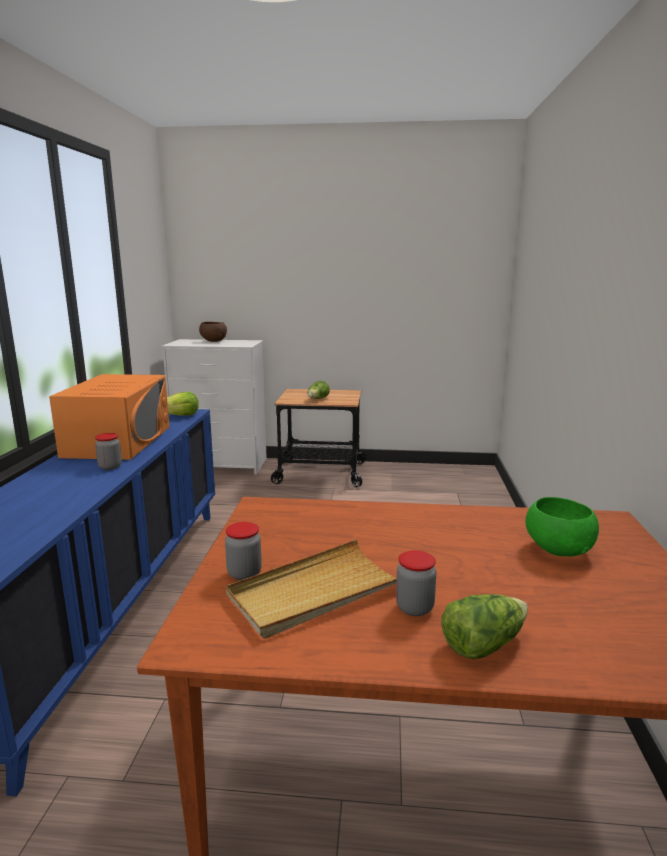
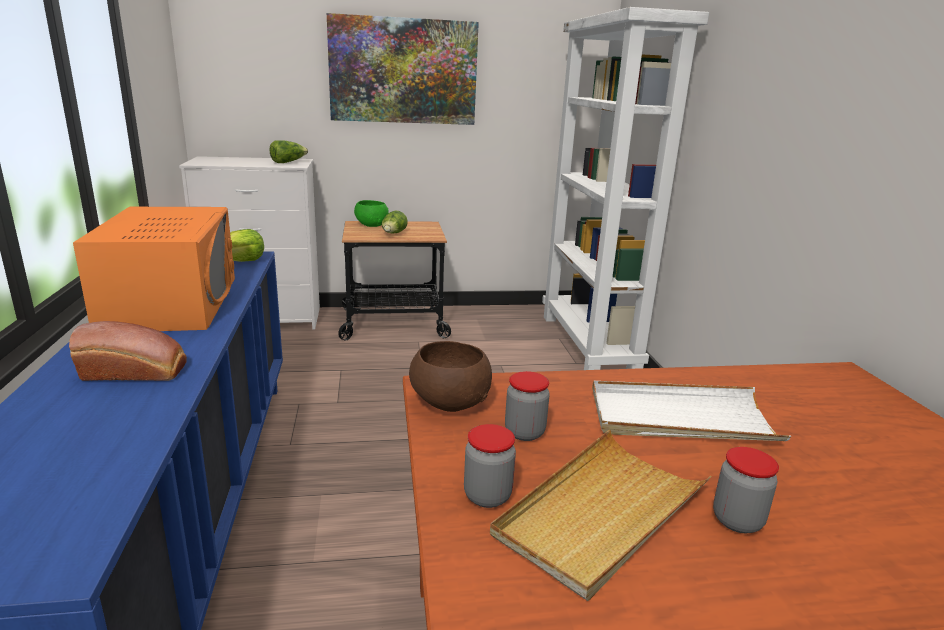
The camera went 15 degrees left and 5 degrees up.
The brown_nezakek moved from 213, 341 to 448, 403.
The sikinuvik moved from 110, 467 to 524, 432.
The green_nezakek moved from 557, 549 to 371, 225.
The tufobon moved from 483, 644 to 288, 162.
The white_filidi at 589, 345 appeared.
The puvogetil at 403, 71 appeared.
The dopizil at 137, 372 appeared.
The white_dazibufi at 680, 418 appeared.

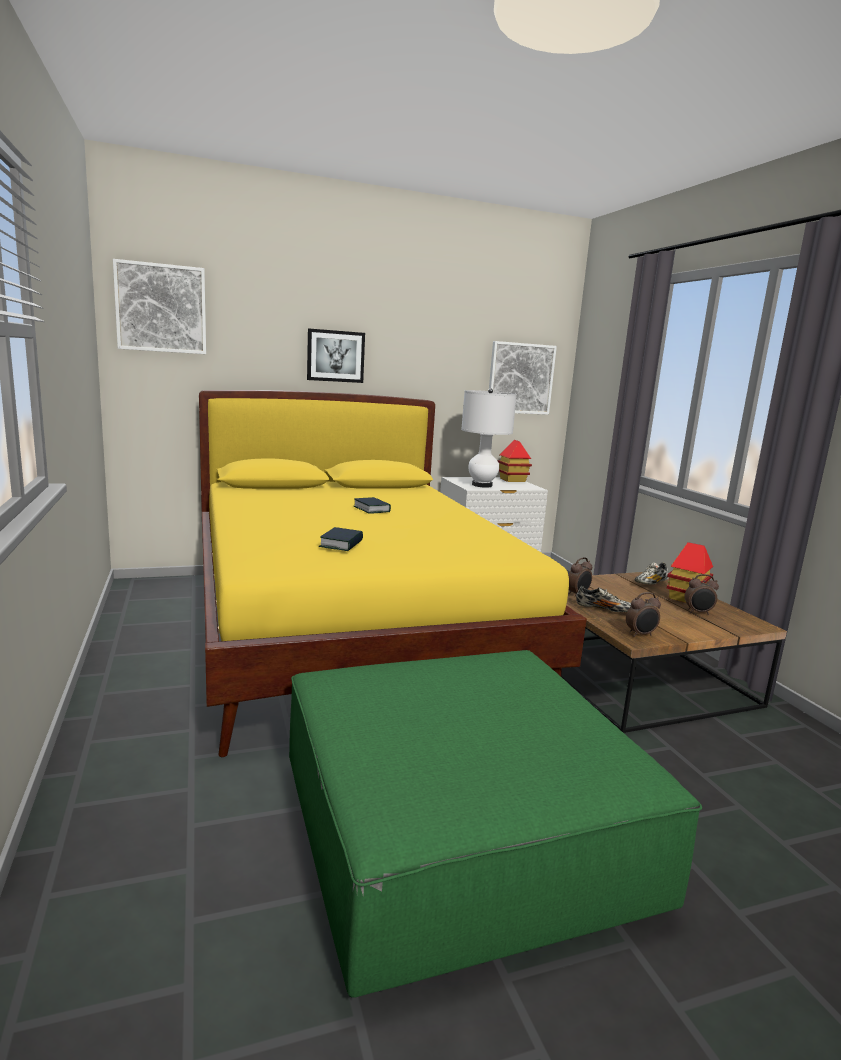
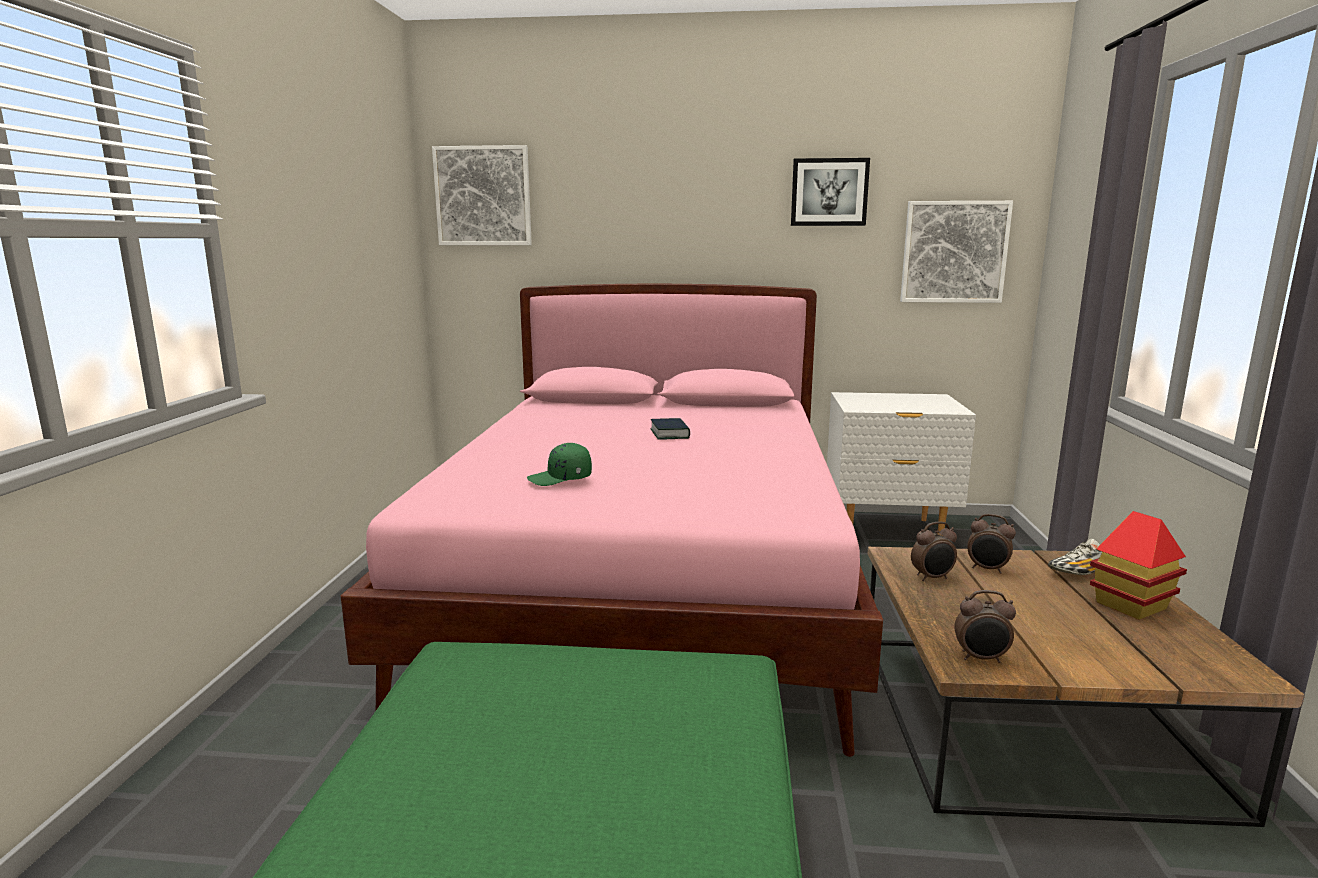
The camera went 25 degrees right and 0 degrees up.
The puvogetil moved from 335, 356 to 829, 192.
The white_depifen at 482, 485 disappeared.
The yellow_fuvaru at 351, 631 became the pink_fuvaru at 646, 590.
The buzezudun at 512, 480 disappeared.
The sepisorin at 341, 544 was replaced by the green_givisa at 560, 479.
The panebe moved from 698, 612 to 987, 569.
The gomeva at 603, 609 disappeared.

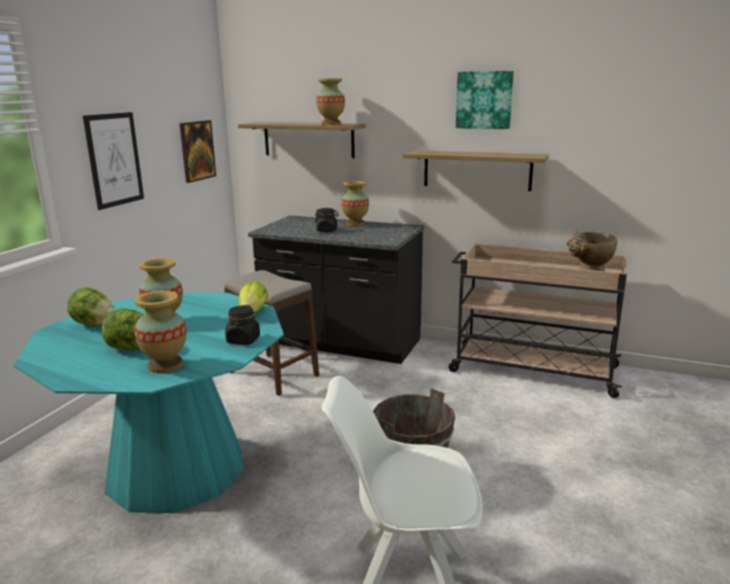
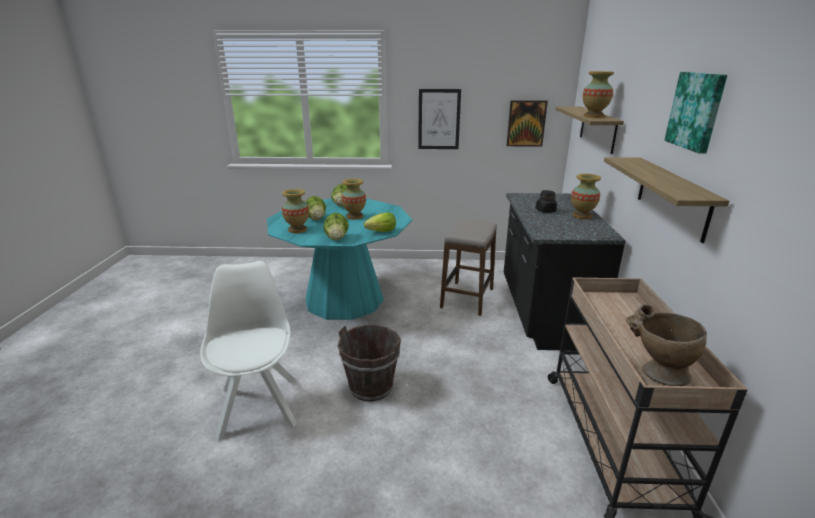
The camera went 70 degrees right and 5 degrees up.
The black_sikinuvik at 243, 340 was replaced by the tufobon at 337, 238.

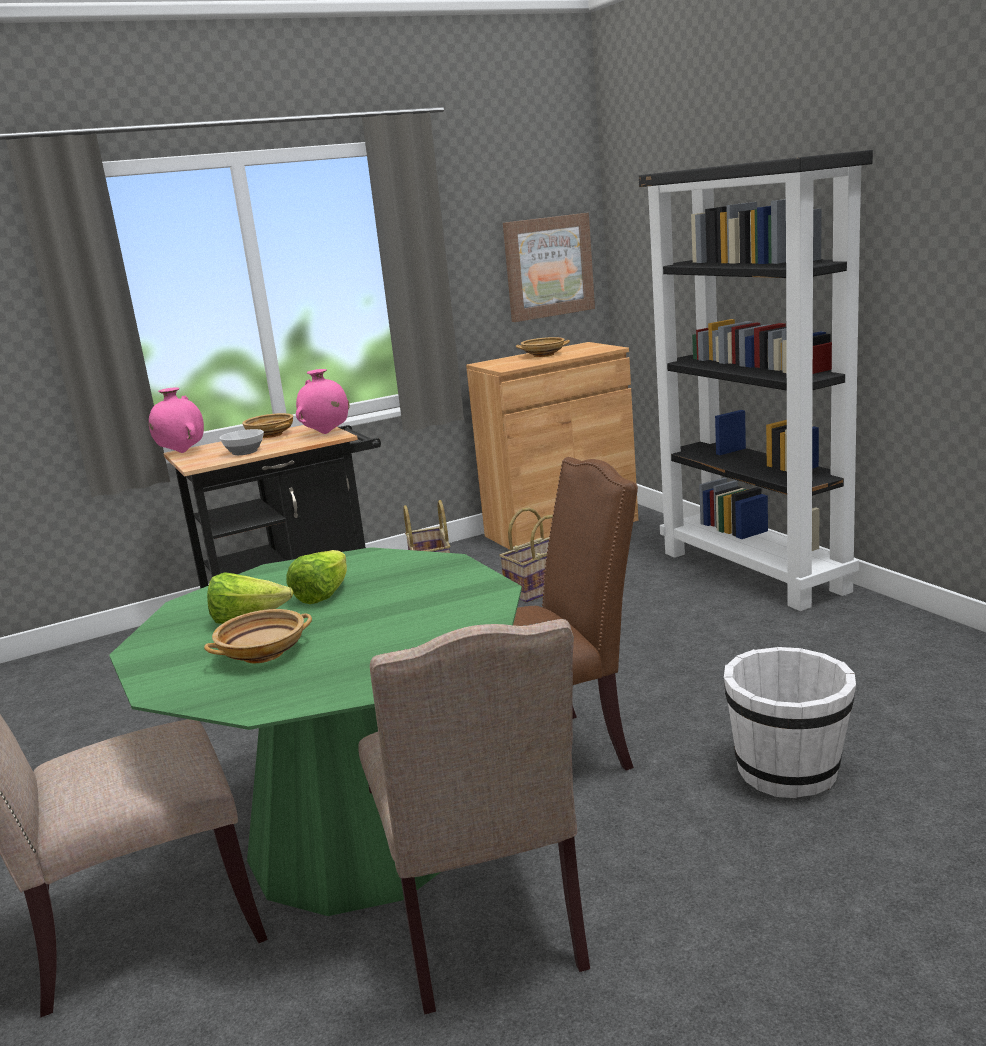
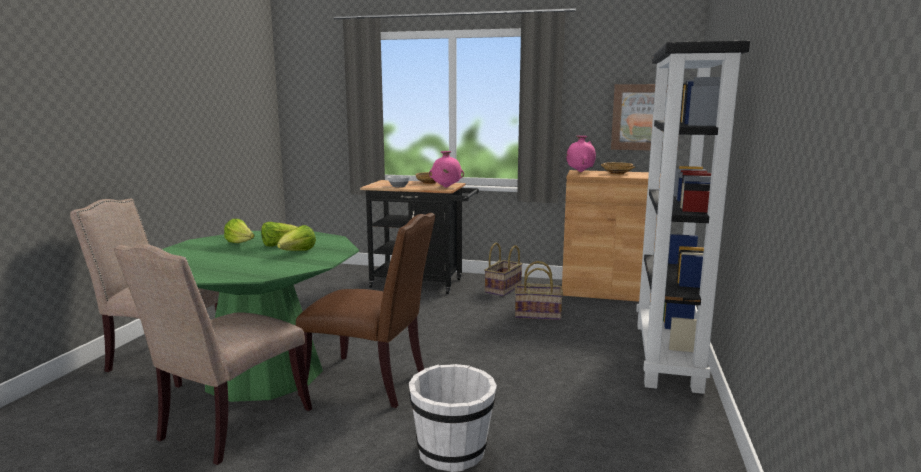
The camera went 40 degrees right and 5 degrees down.
The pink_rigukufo moved from 182, 452 to 580, 172.
The beige_nezakek at 263, 653 disappeared.
The tufobon at 297, 252 appeared.

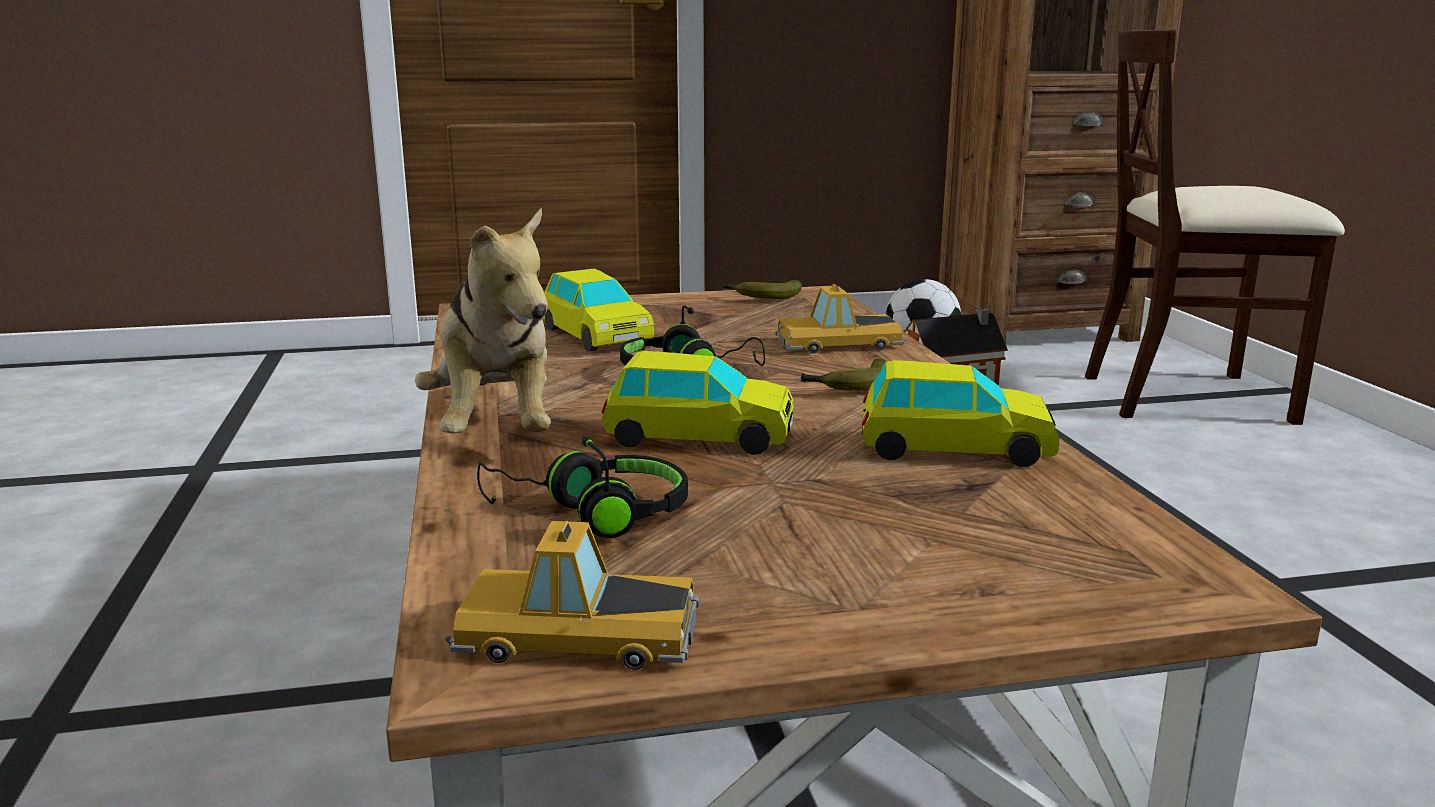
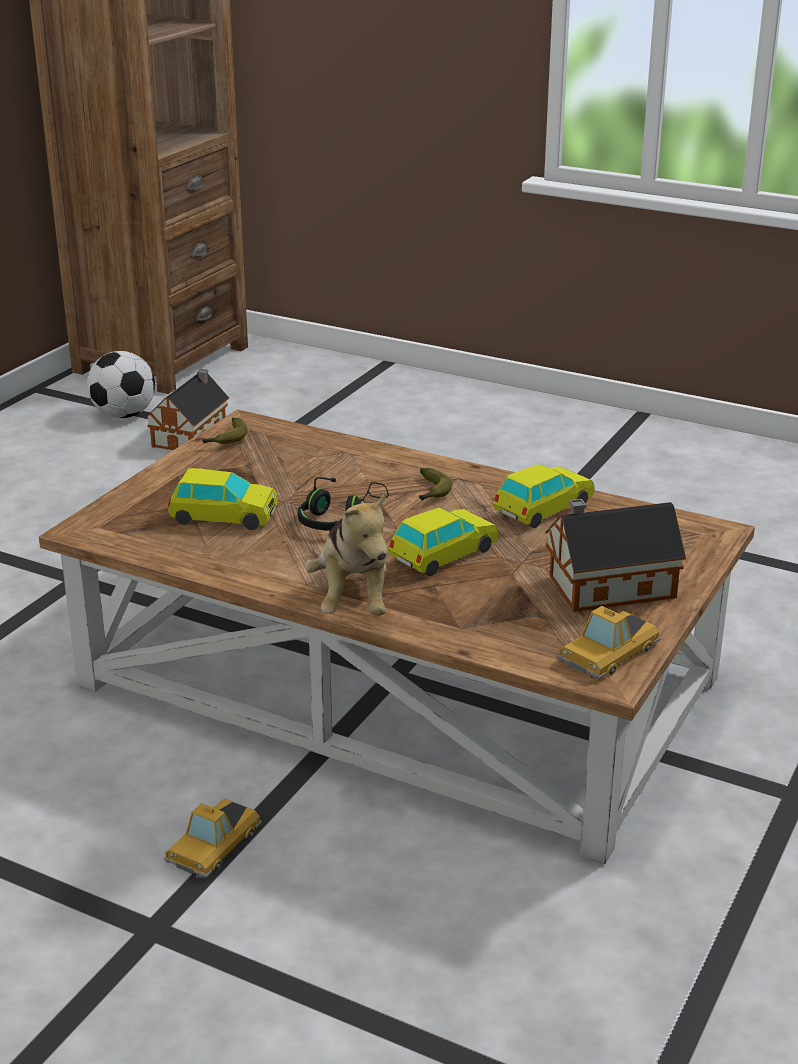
The camera went 50 degrees left and 10 degrees up.
The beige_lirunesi at 1188, 397 disappeared.
The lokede at 497, 429 turned 60 degrees clockwise.
The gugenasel moved from 836, 343 to 212, 845.
The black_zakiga at 592, 515 disappeared.
The buzezudun at 606, 586 appeared.

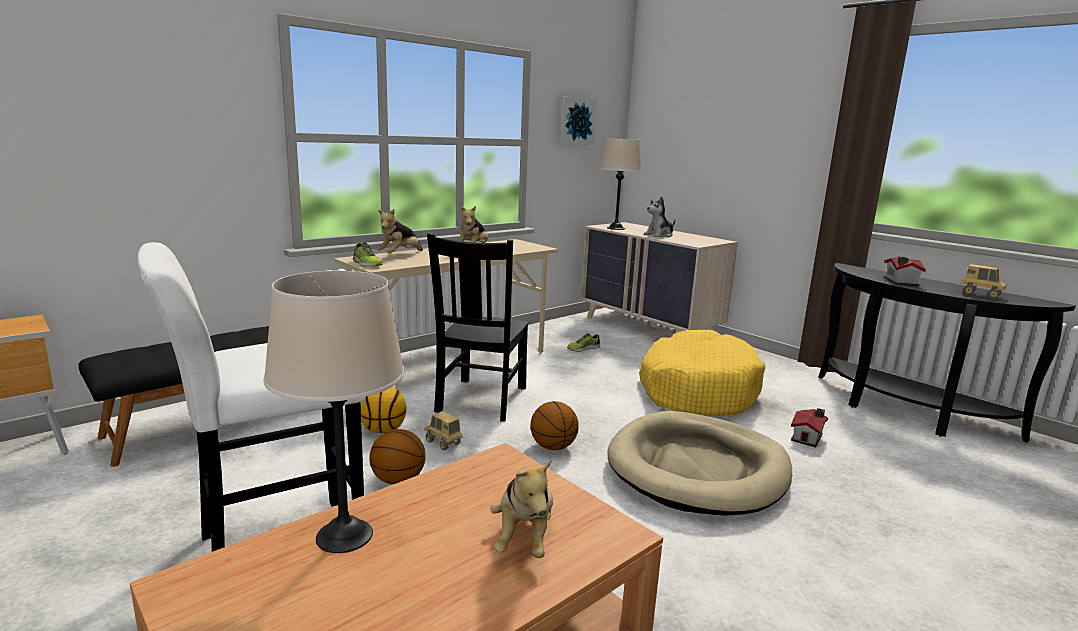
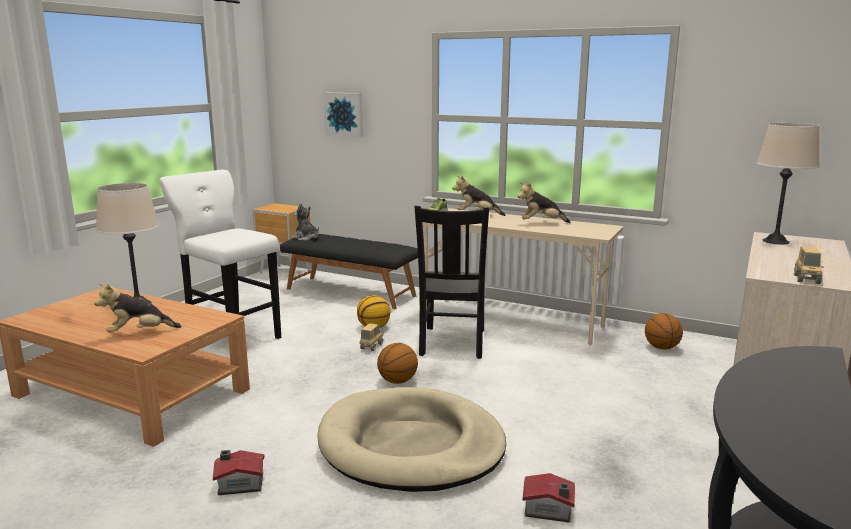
The camera went 70 degrees right and 0 degrees up.
The puvogetil moved from 576, 121 to 344, 114.
The lokede moved from 659, 235 to 306, 238.
The black_lirunesi at 480, 401 turned 75 degrees counterclockwise.
The buzezudun moved from 900, 282 to 239, 484.
The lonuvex moved from 980, 295 to 806, 279.
The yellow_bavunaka at 697, 390 disappeared.
The gomeva at 583, 348 disappeared.
The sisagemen moved from 398, 480 to 661, 347.

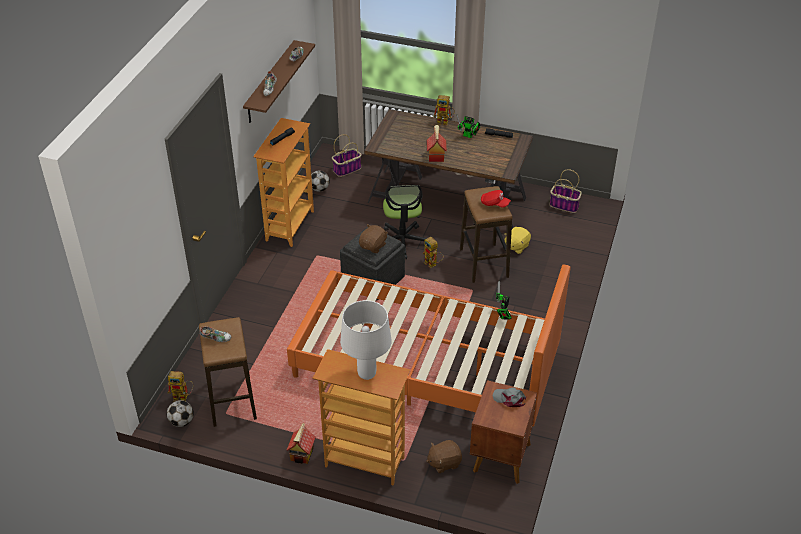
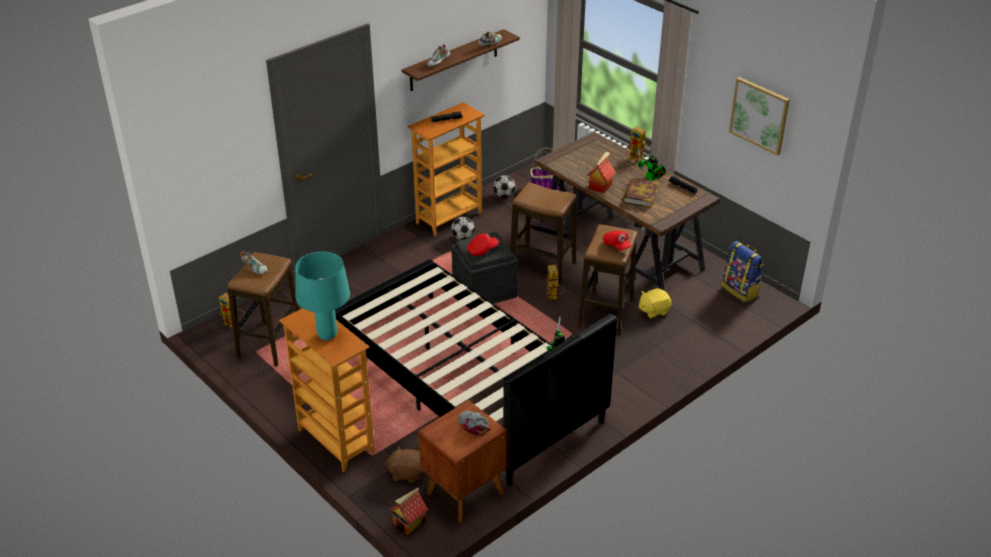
The camera went 30 degrees right and 5 degrees down.
The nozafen at 564, 205 was replaced by the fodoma at 741, 290.
The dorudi at 402, 241 was replaced by the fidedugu at 542, 267.
The brown_lokede at 373, 246 was replaced by the red_givisa at 482, 250.
The orange_fuvaru at 426, 365 became the black_fuvaru at 466, 382.
The white_depifen at 366, 374 became the turquoise_depifen at 327, 335.
The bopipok moved from 181, 422 to 463, 238.
The buzezudun moved from 302, 454 to 409, 523.
The puvogetil at 759, 115 appeared.
The sepisorin at 640, 196 appeared.

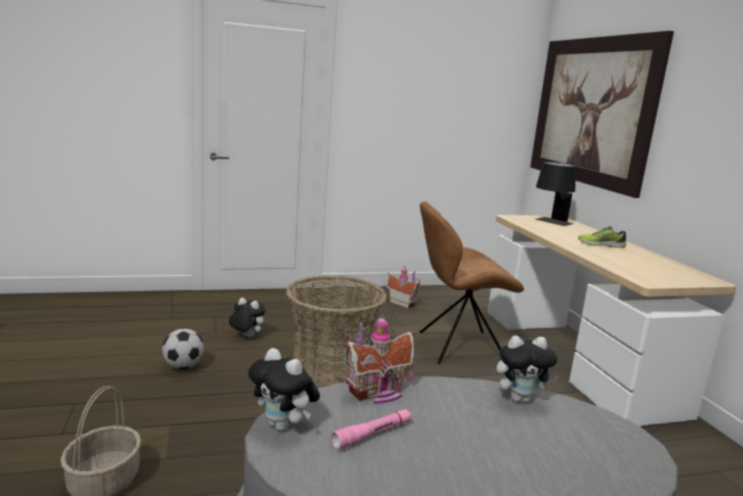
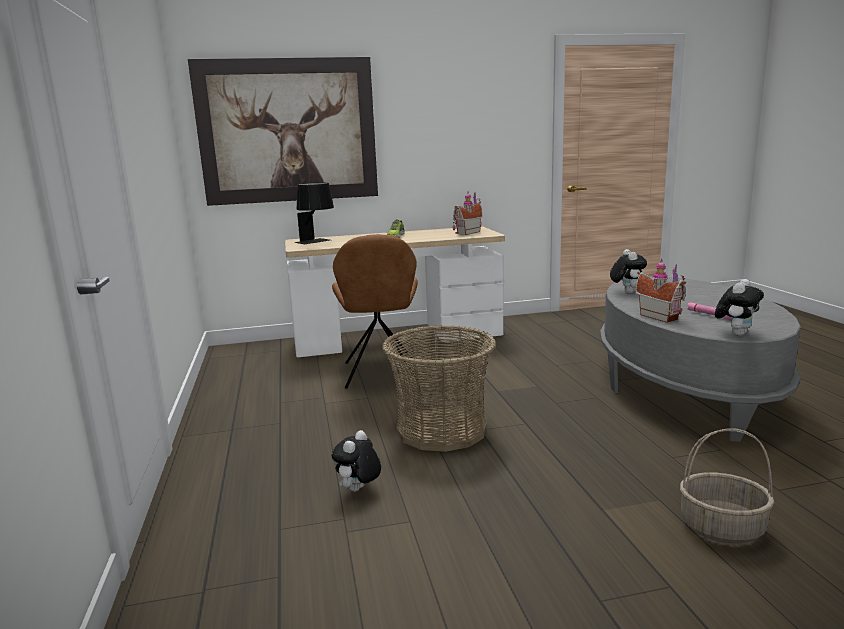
The camera went 85 degrees left and 0 degrees up.
The buzezudun moved from 402, 303 to 466, 233.
The bopipok at 183, 366 disappeared.

